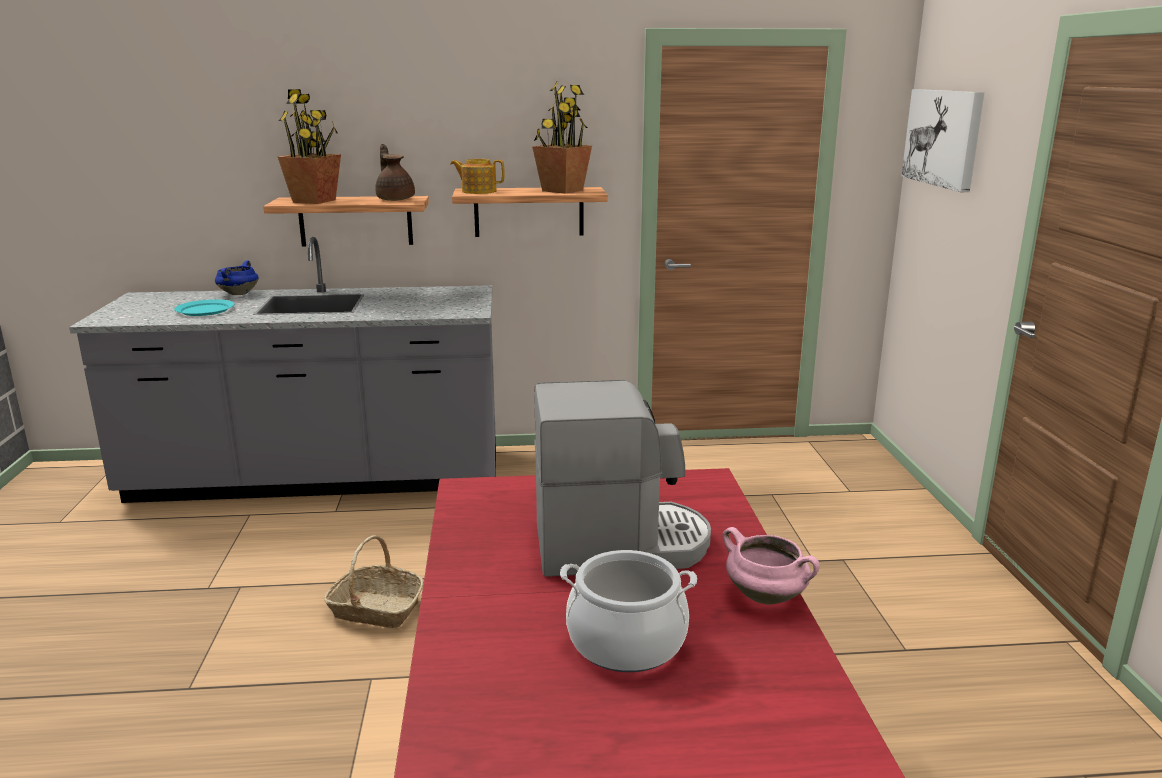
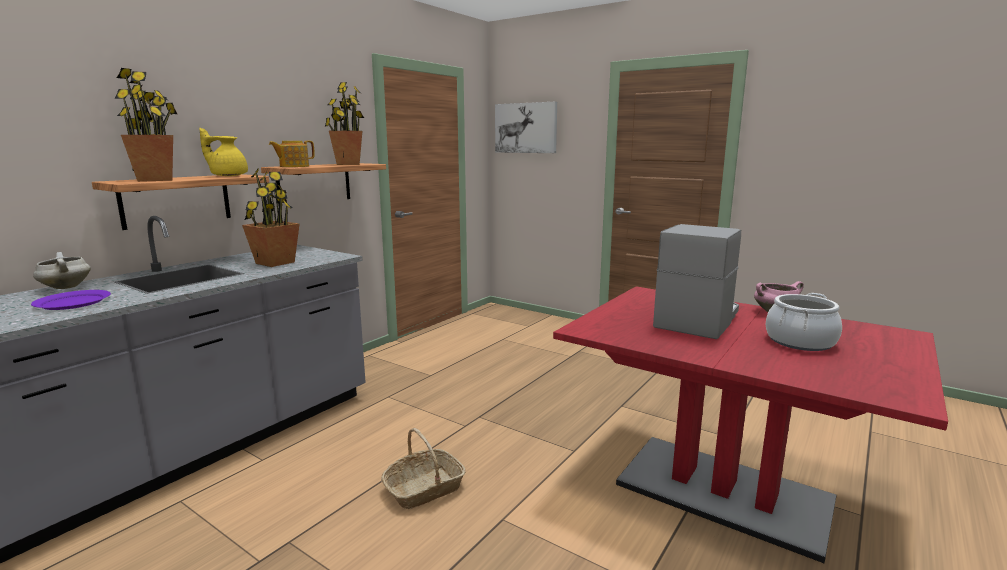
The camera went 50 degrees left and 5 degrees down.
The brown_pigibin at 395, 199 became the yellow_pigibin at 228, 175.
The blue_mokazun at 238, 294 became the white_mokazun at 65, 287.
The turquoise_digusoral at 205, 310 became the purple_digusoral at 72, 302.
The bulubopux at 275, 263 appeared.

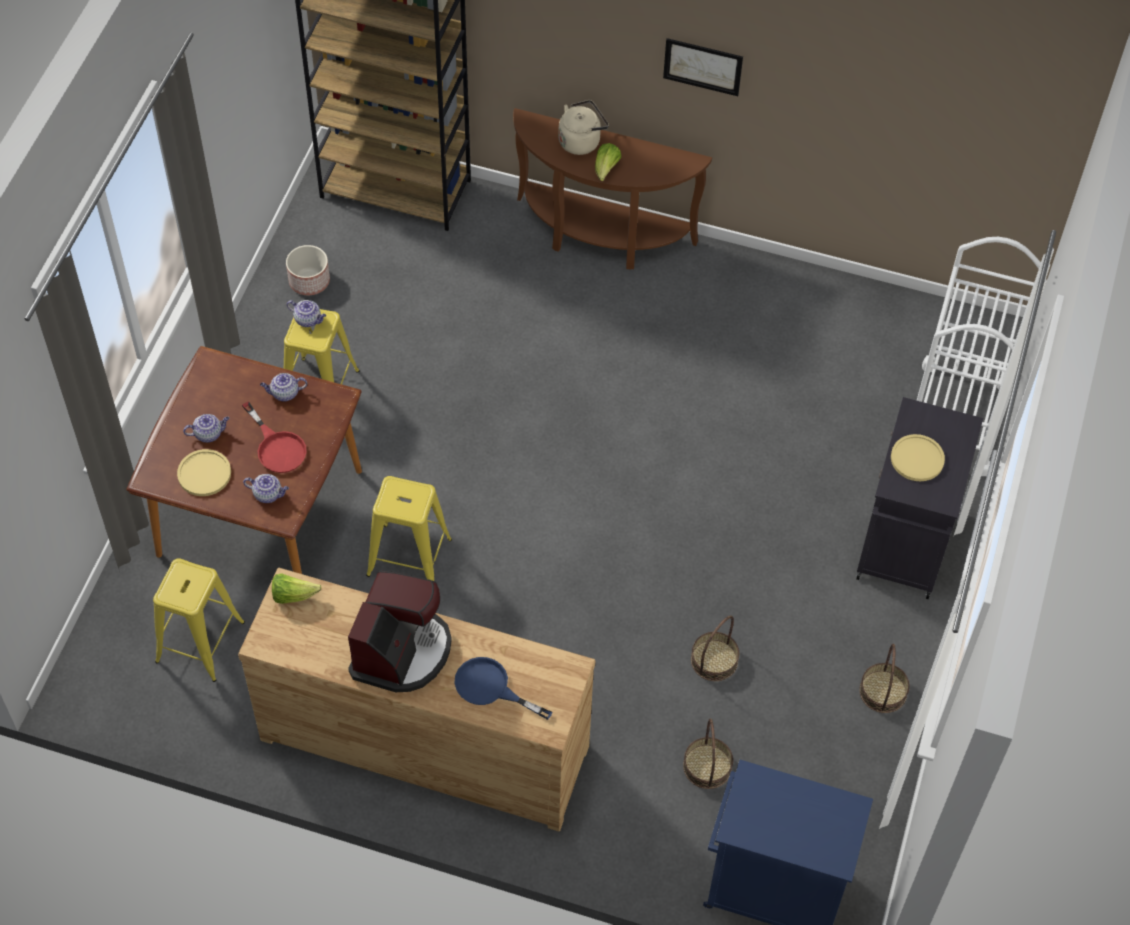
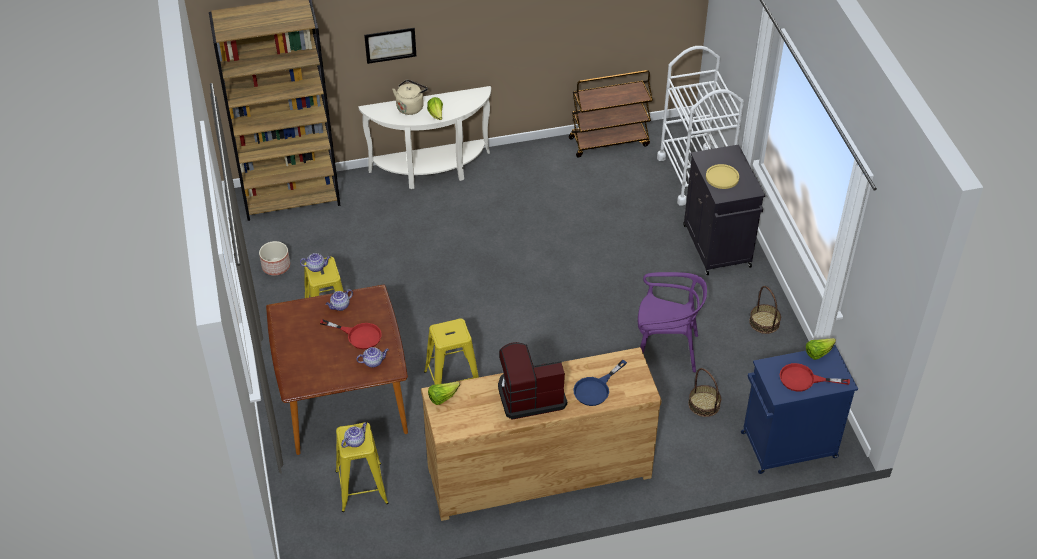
The camera went 30 degrees left and 10 degrees down.
The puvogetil moved from 702, 66 to 390, 45.
The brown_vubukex at 600, 237 became the white_vubukex at 432, 171.
The pigibin moved from 209, 434 to 355, 441.
The yellow_digusoral at 204, 473 disappeared.
The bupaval at 401, 651 turned 90 degrees counterclockwise.
The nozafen at 714, 660 was replaced by the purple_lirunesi at 665, 350.
The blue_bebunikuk at 490, 688 turned 45 degrees counterclockwise.
The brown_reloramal at 609, 141 appeared.
The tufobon at 818, 353 appeared.
The red_bebunikuk at 804, 379 appeared.

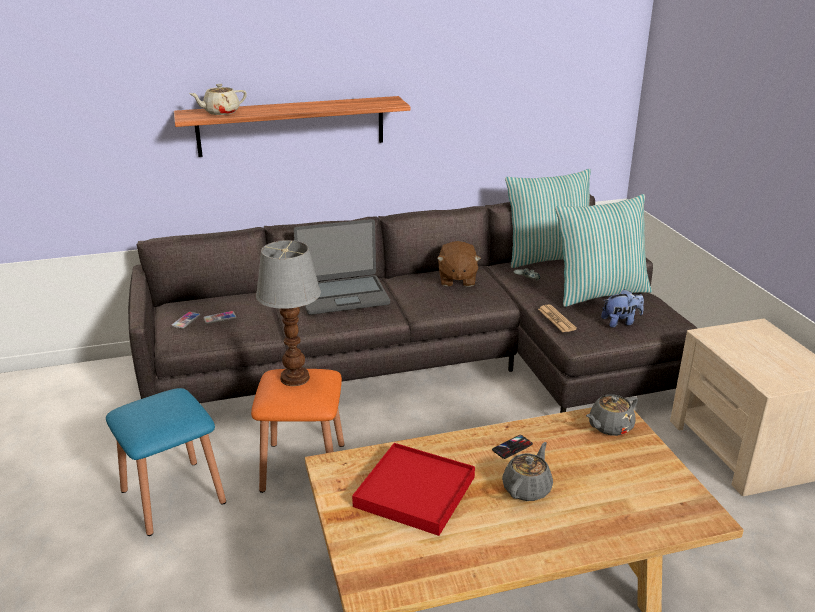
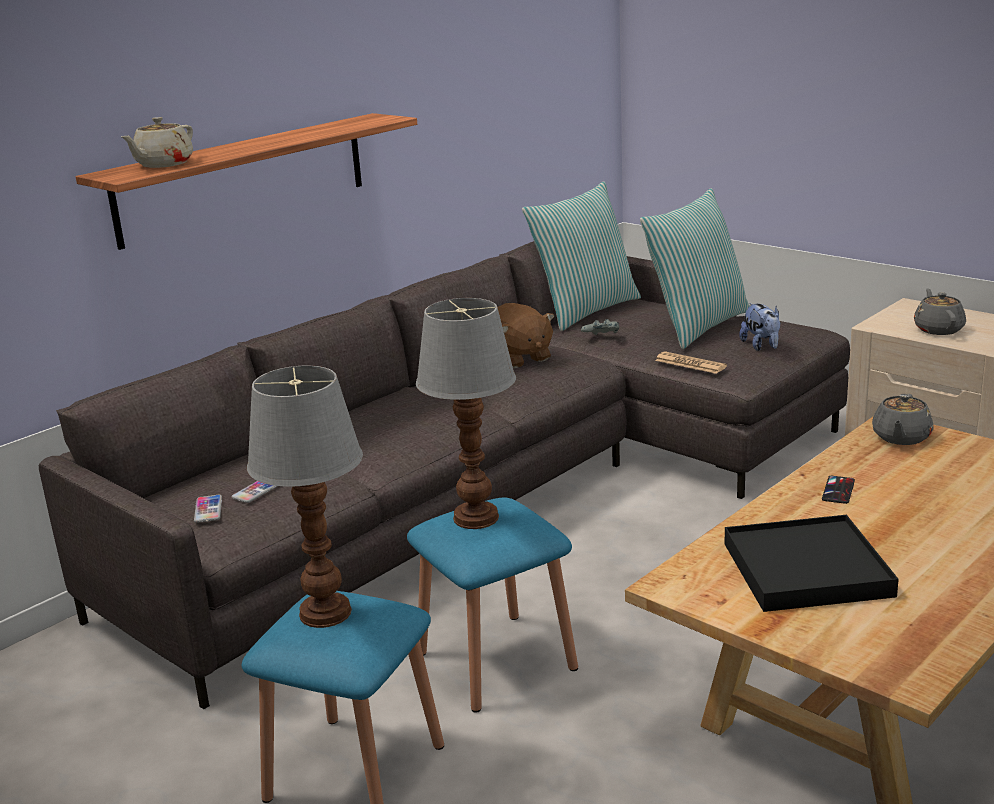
The camera went 30 degrees left and 5 degrees down.
The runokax at 343, 295 disappeared.
The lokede at 621, 322 turned 120 degrees clockwise.
The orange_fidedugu at 303, 467 became the blue_fidedugu at 496, 660.
The grey_pigibin moved from 527, 488 to 938, 329.
The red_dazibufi at 415, 491 became the black_dazibufi at 806, 569.
The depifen at 324, 612 appeared.

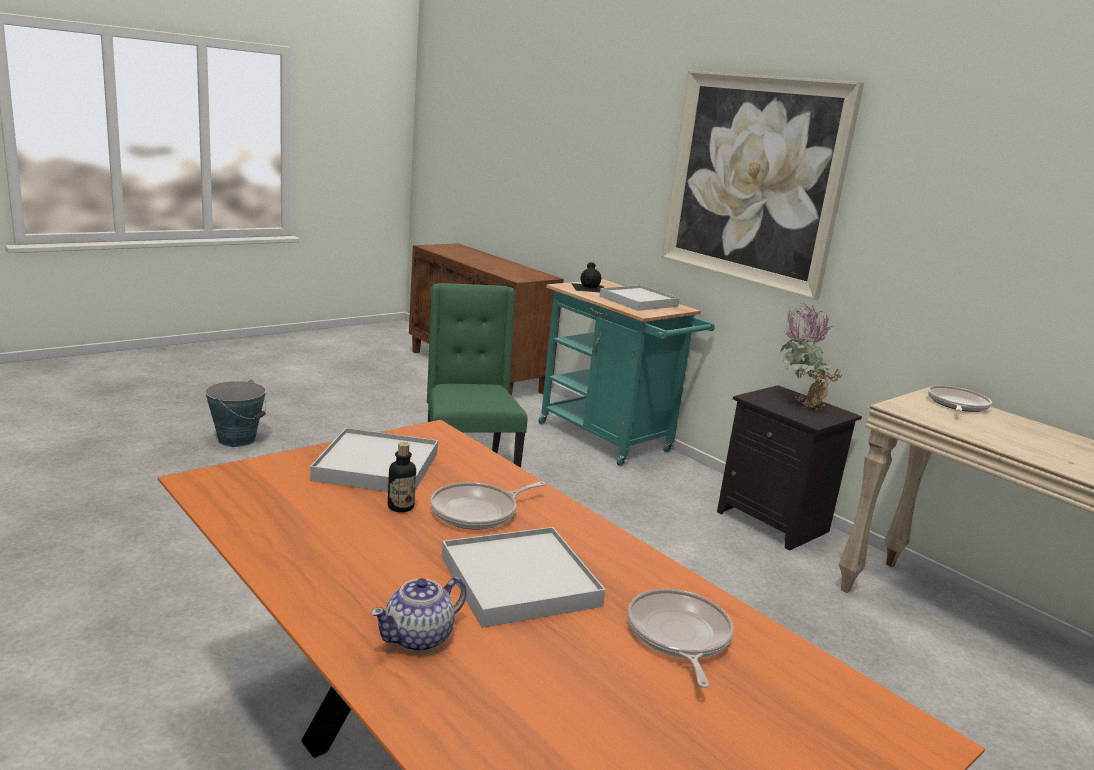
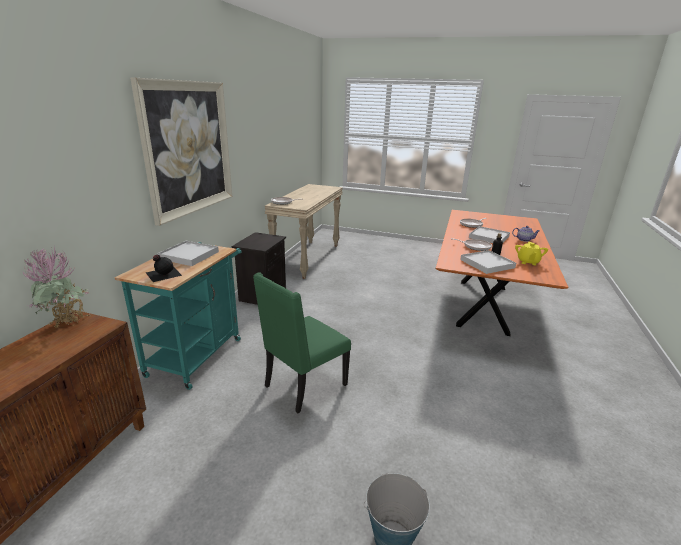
The camera went 120 degrees left and 5 degrees up.
The bulubopux moved from 799, 404 to 68, 326.
The yellow_pigibin at 528, 262 appeared.

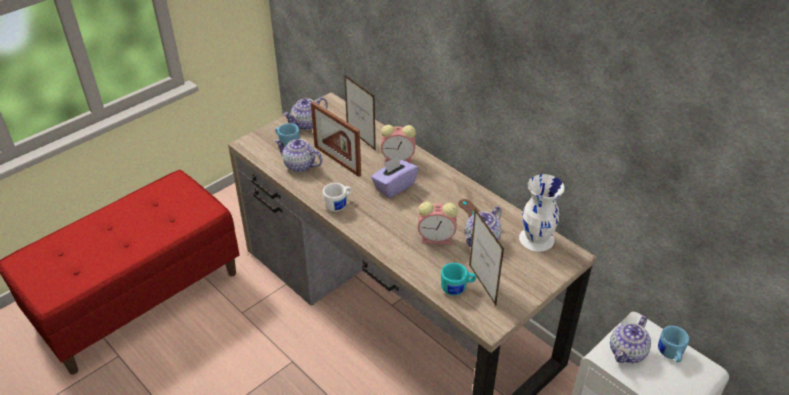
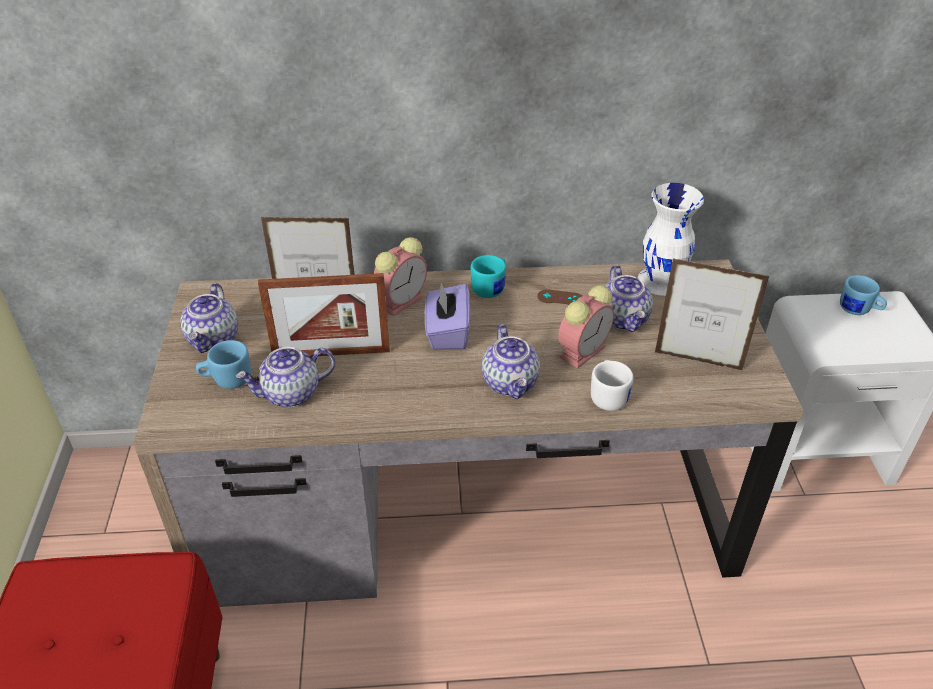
The camera went 50 degrees left and 0 degrees up.
The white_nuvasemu moved from 339, 204 to 608, 396.
The turquoise_nuvasemu moved from 457, 288 to 491, 288.
The pigibin moved from 627, 352 to 511, 383.

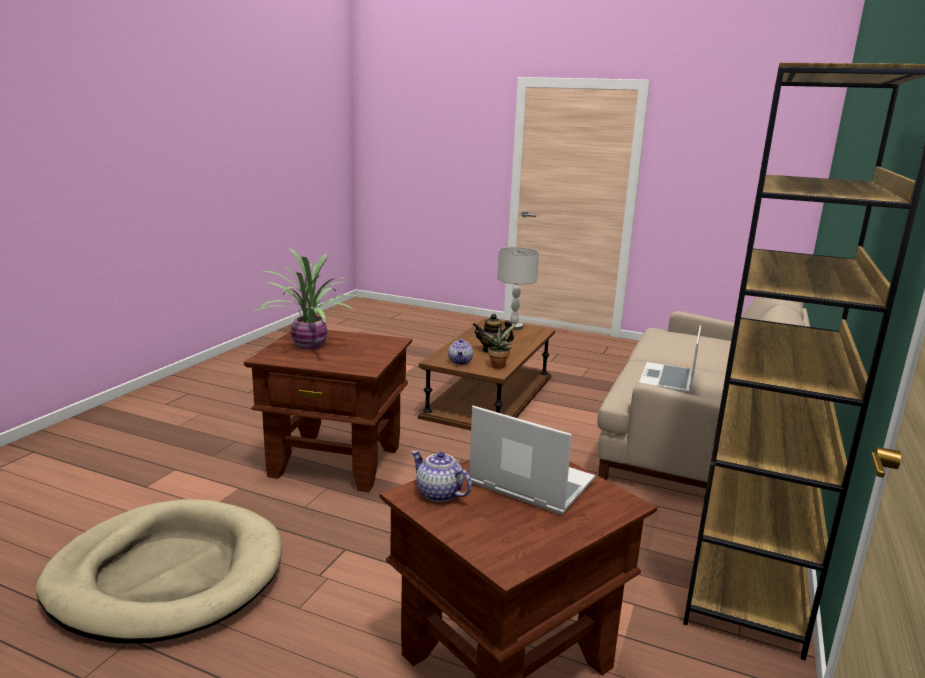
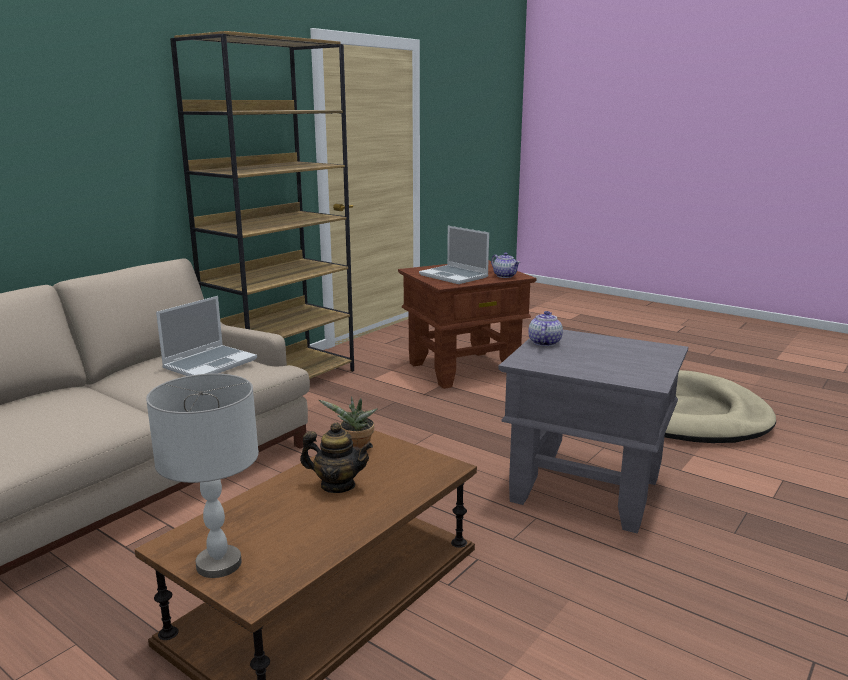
The camera went 165 degrees left and 0 degrees up.
The bulubopux at 309, 346 disappeared.
The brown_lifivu at 336, 462 became the grey_lifivu at 585, 489.
The pigibin moved from 460, 362 to 544, 342.

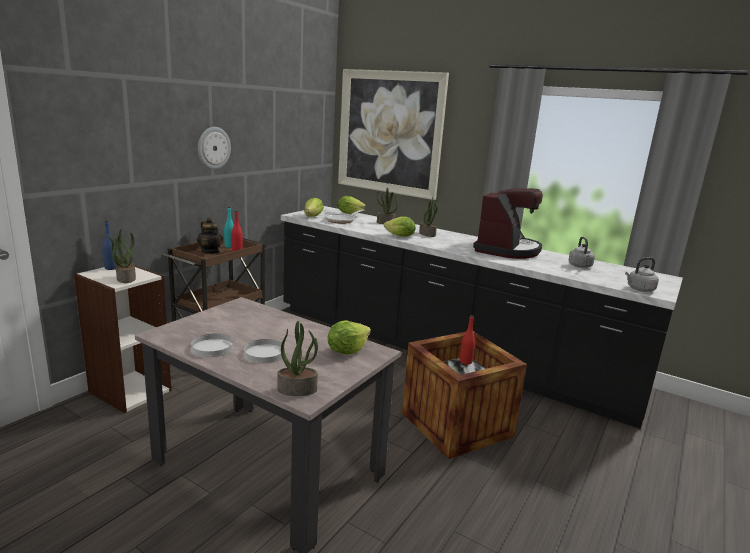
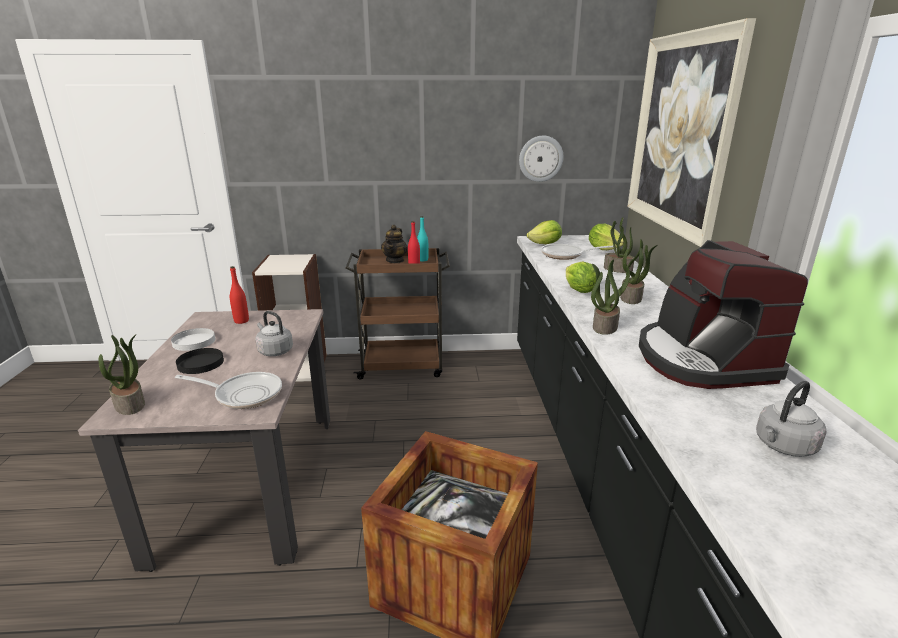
The camera went 55 degrees right and 5 degrees up.
The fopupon moved from 213, 148 to 540, 158.
The bupaval at 507, 250 turned 90 degrees clockwise.
The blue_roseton at 111, 268 disappeared.
The bulubopux moved from 125, 278 to 604, 326.
The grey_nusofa moved from 639, 289 to 274, 351.
The red_roseton moved from 465, 362 to 241, 321.
The tufobon at 347, 351 was replaced by the bebunikuk at 244, 394.
The white_digusoral at 264, 353 became the black_digusoral at 200, 363.

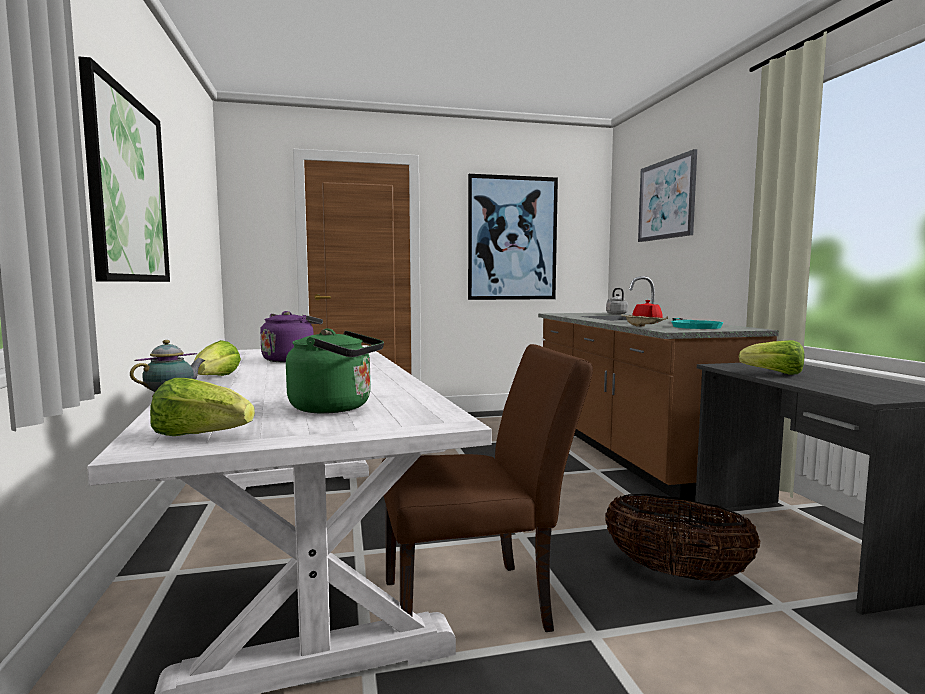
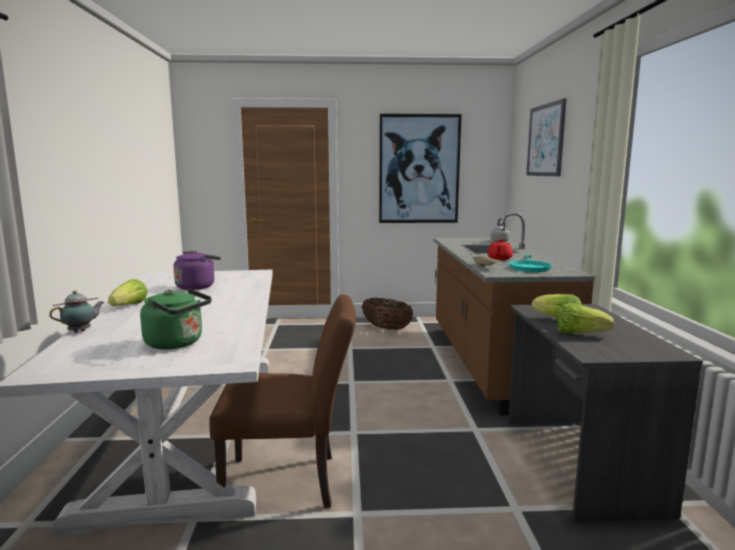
The camera went 10 degrees right and 5 degrees up.
The puvogetil at 127, 189 disappeared.
The tufobon moved from 200, 436 to 579, 333.
The nozafen moved from 676, 573 to 386, 328.

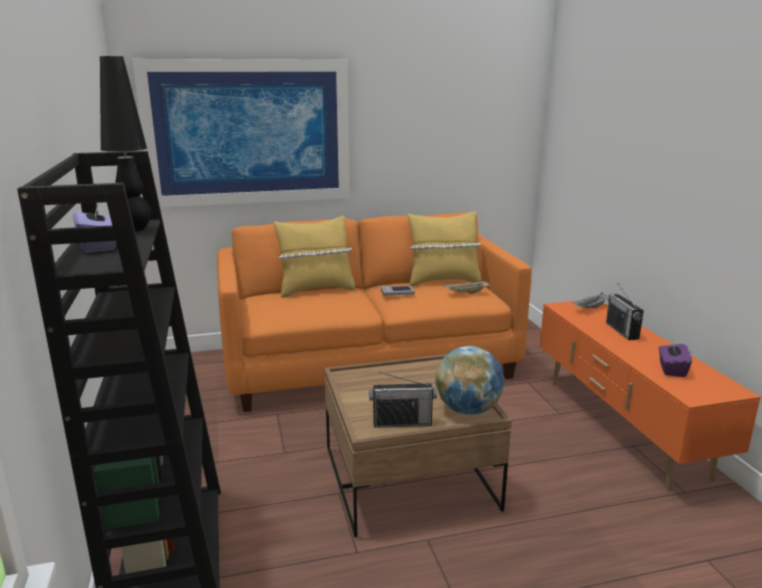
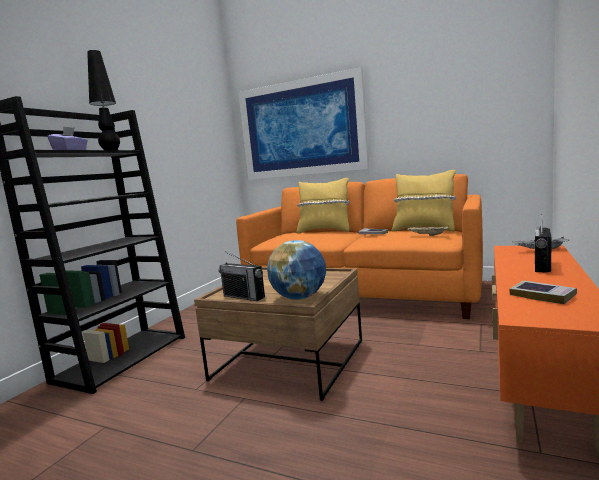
The camera went 40 degrees right and 10 degrees down.
The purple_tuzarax at 671, 369 was replaced by the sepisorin at 542, 296.

